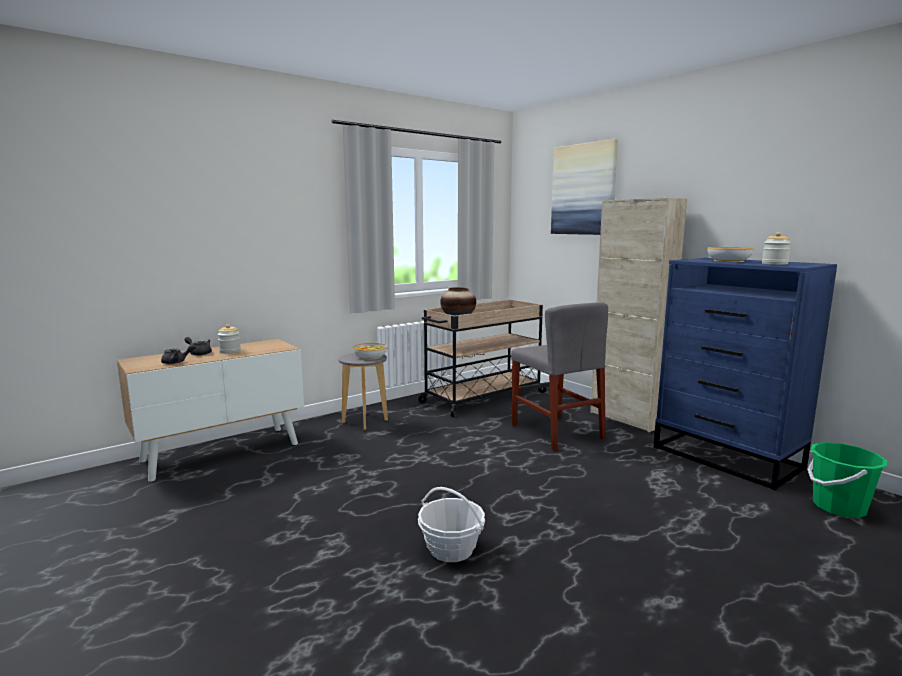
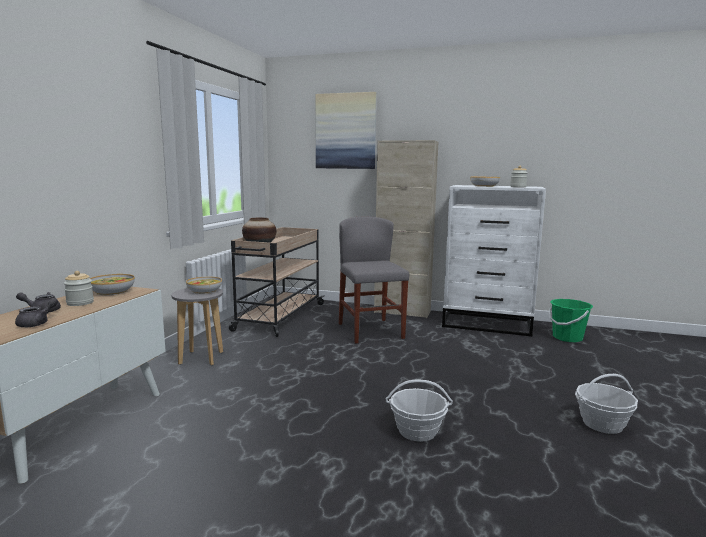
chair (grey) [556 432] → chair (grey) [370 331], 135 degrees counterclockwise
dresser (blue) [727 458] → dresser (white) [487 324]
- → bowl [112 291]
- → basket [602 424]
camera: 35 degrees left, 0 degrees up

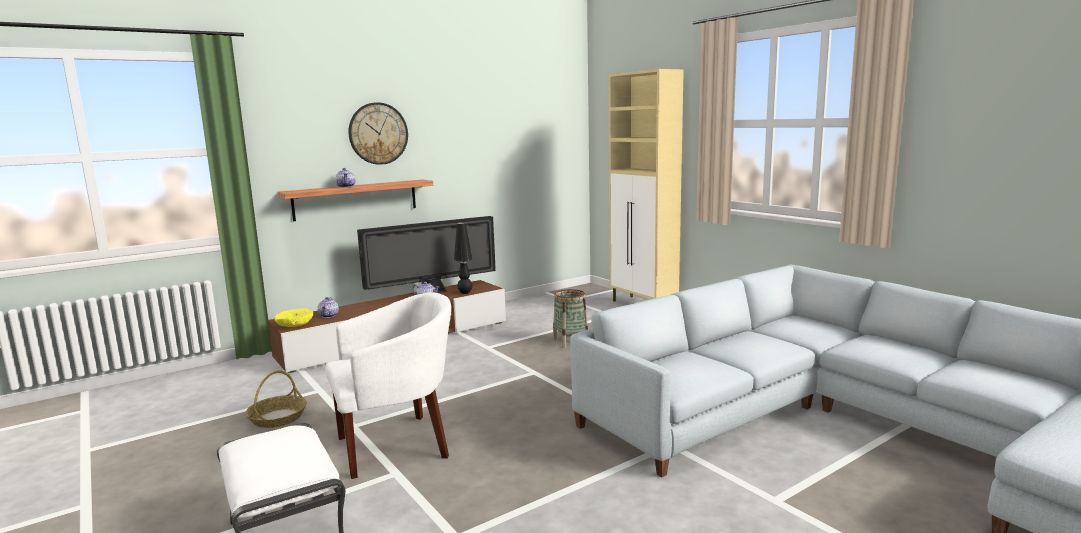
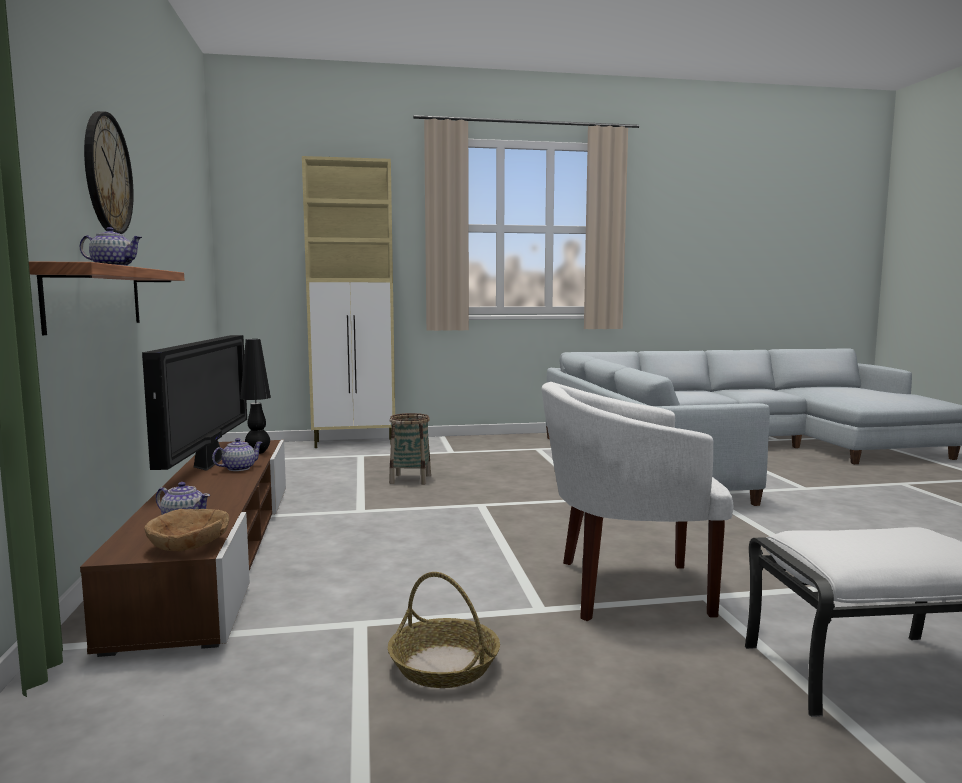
bowl (yellow) [294 325] → bowl (brown) [189 546]
armchair (white) [397 445] → armchair (white) [626 588], 90 degrees counterclockwise
camera: 65 degrees left, 5 degrees down

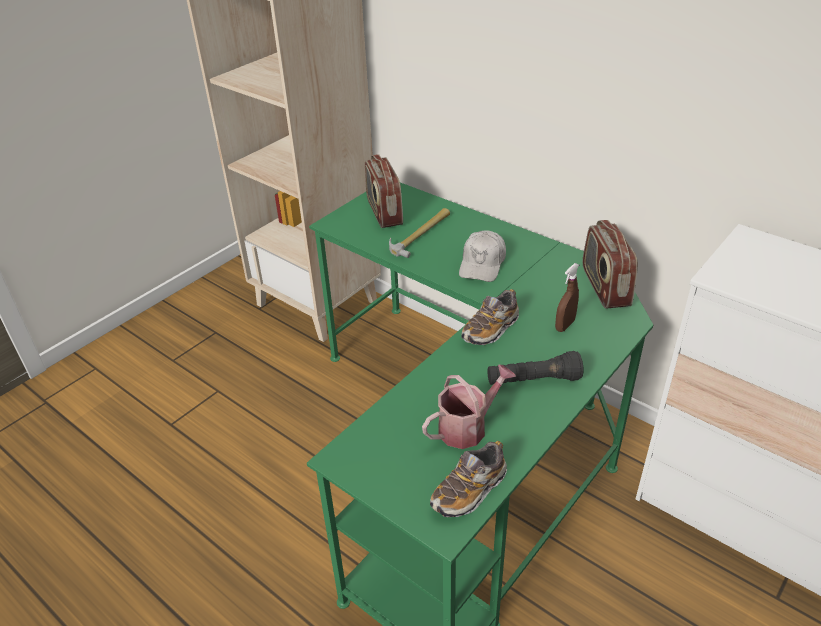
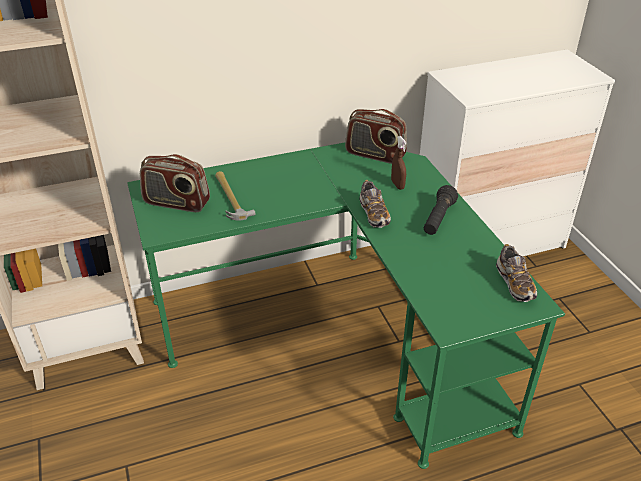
watering can [467 426] → -
cap (white) [482 264] → -
camera: 60 degrees left, 0 degrees up

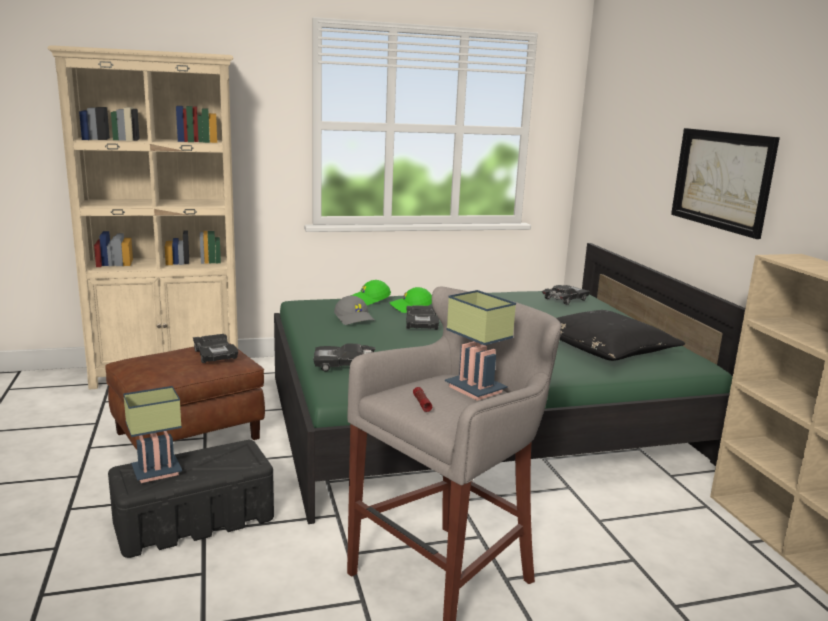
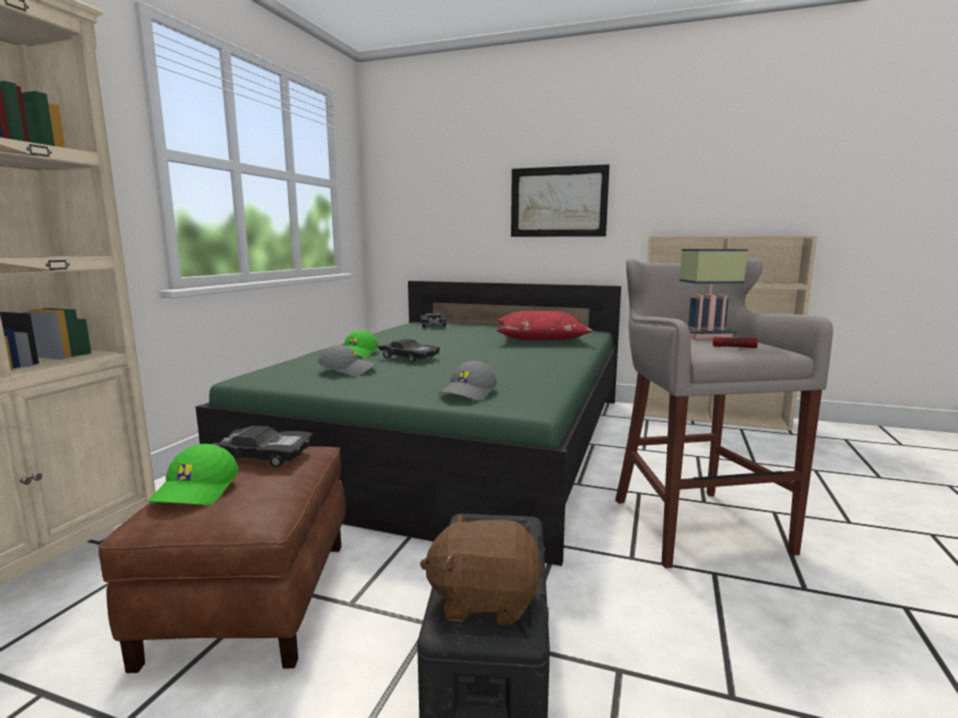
table lamp [155 473] → plush toy (brown) [484 599]
toy car (black) [344 365] → cap (grey) [469 393]
cap (green) [369 300] → cap (green) [197 491], moved
pillow (black) [605 349] → pillow (red) [541 338]
camera: 55 degrees left, 5 degrees down

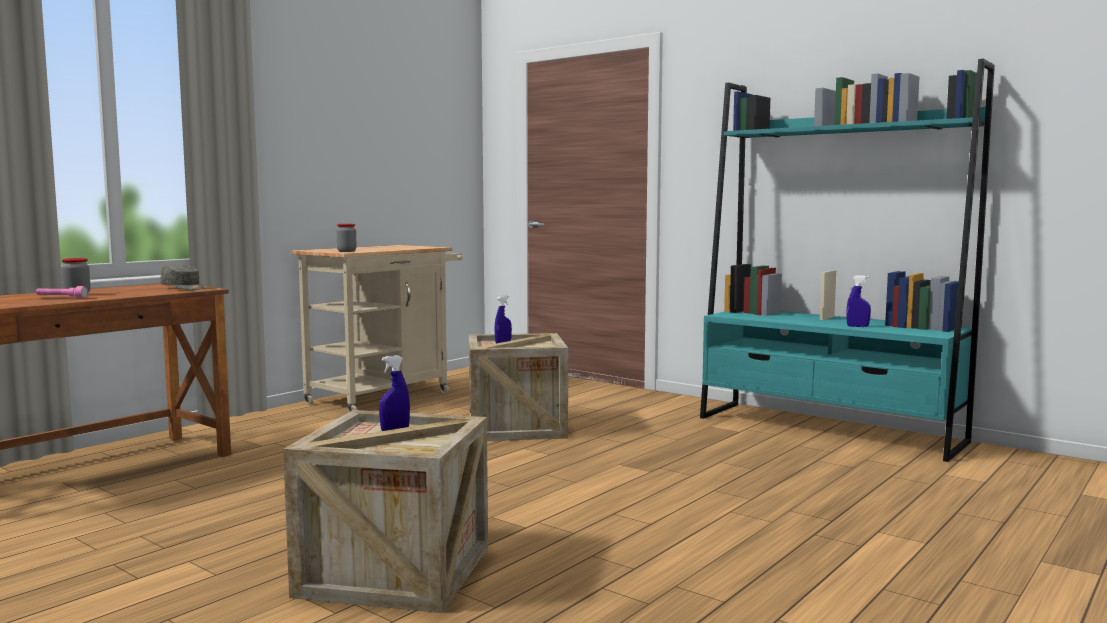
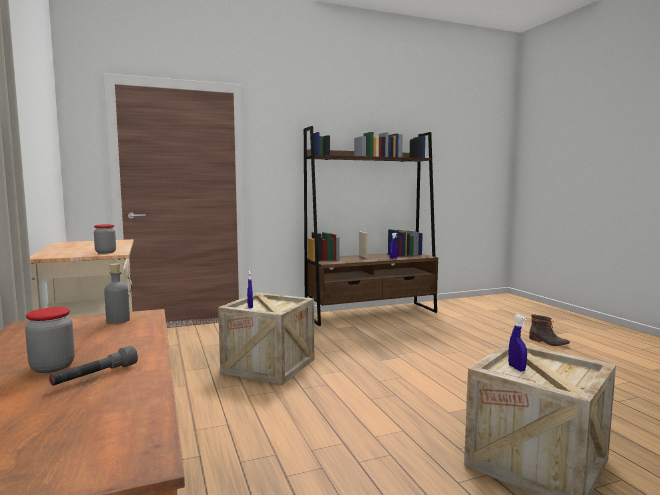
flashlight (pink) [61 298] → flashlight (grey) [95 376]
cap (grey) [184 288] → bottle (grey) [118 320]
bookcase (turquoise) [829 430] → bookcase (brown) [372 313]
- → boot [548 342]
camera: 60 degrees left, 0 degrees up

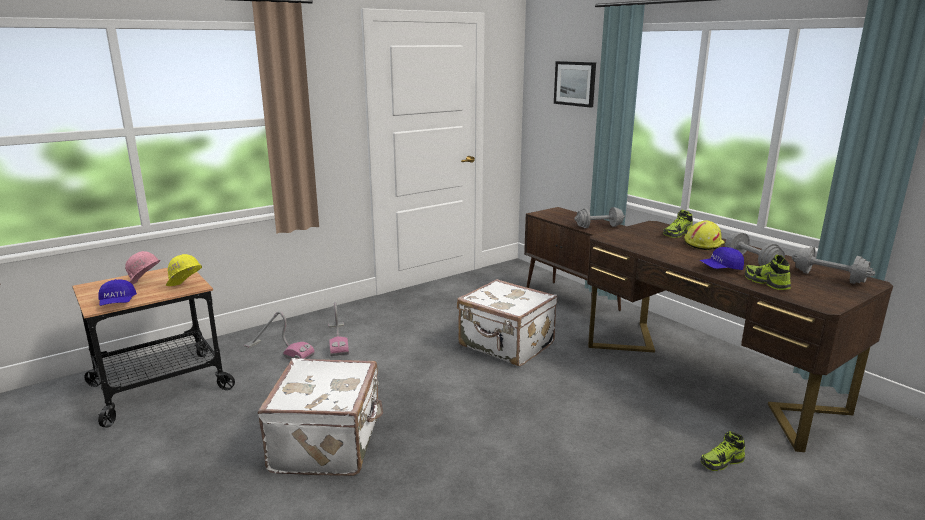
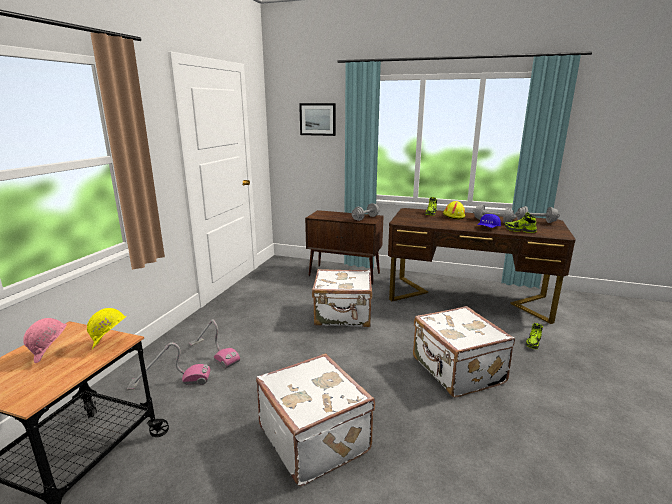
cap (blue) [118 303] → -
- → suitcase (white) [456 371]
camera: 35 degrees left, 0 degrees up

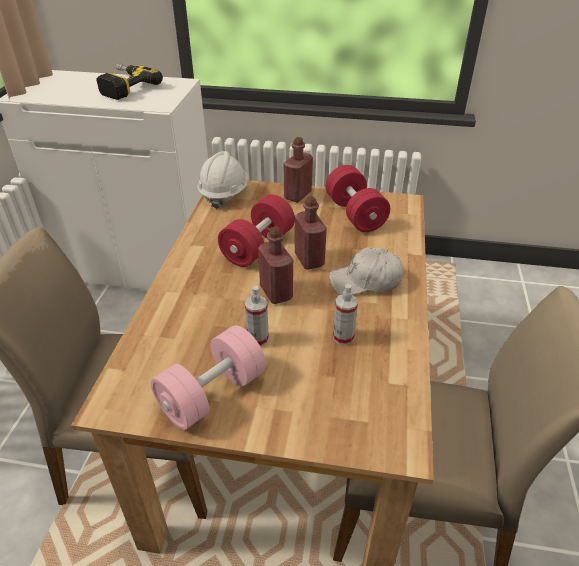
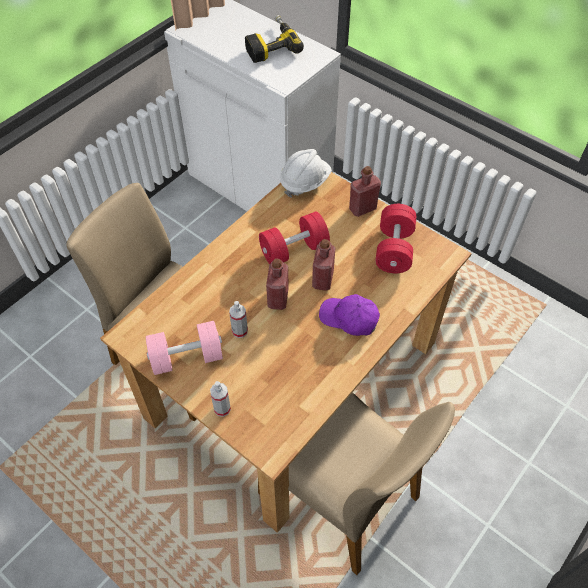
cap (white) [365 281] → cap (purple) [349 318]
spray bottle [343 337] → spray bottle [222 408], moved
camera: 30 degrees right, 15 degrees up

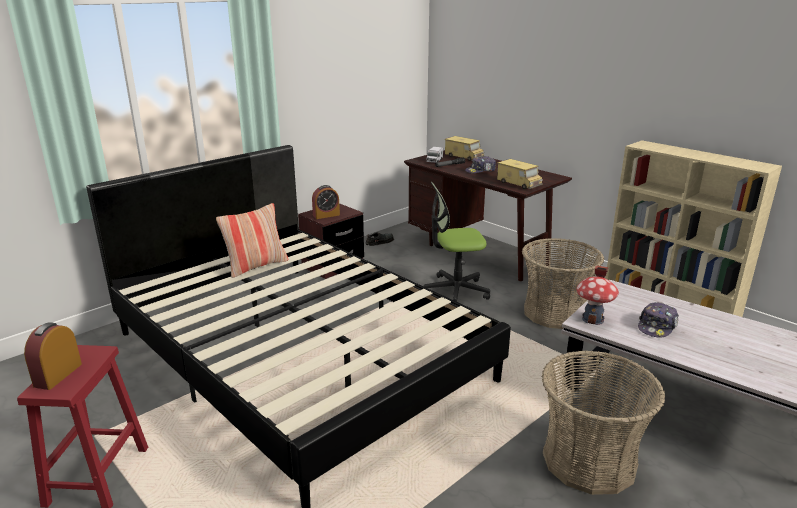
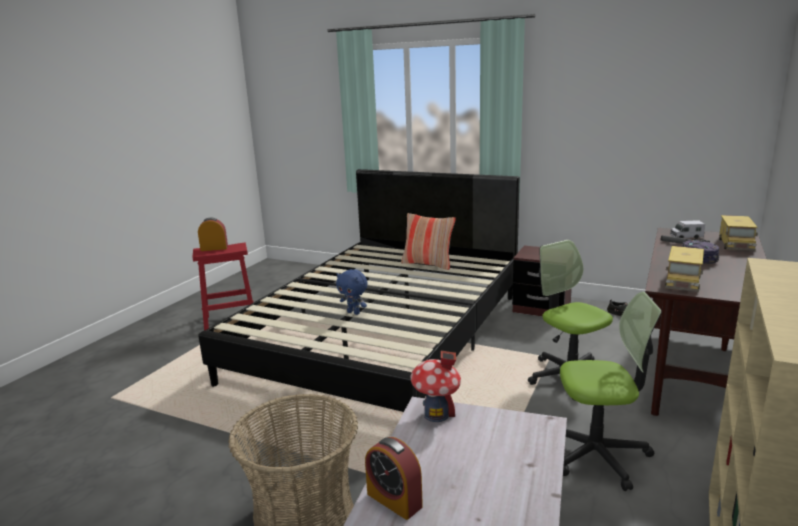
alarm clock [326 215] → alarm clock [394 500], moved
basket [555 312] → office chair [597 454]
cap [657 326] → -
- → plush toy (blue) [354 312]
camera: 70 degrees right, 5 degrees down

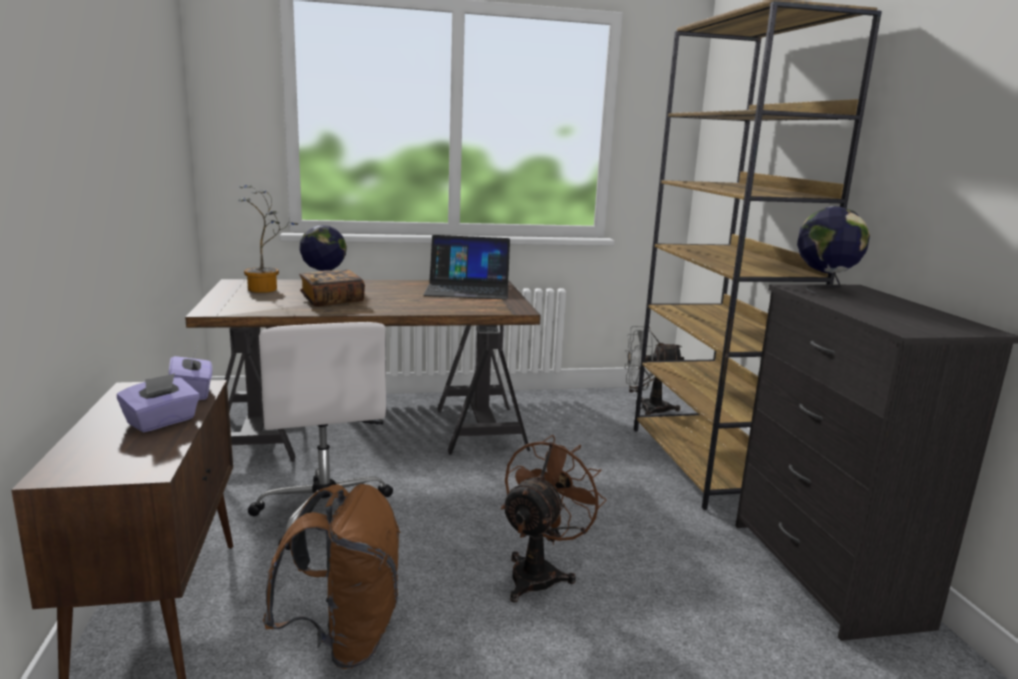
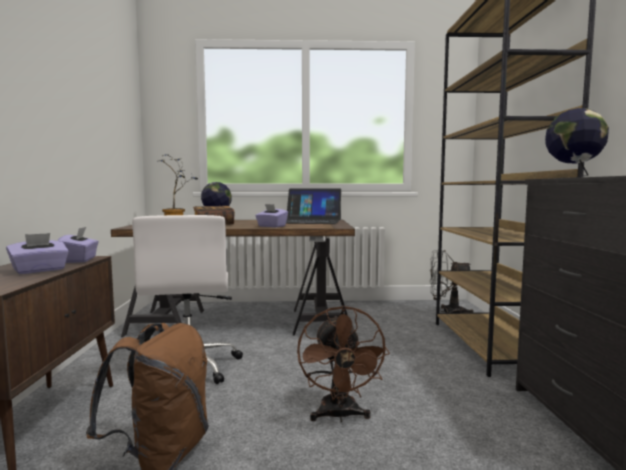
fan (brown) [540 573] → fan (brown) [339 416], 135 degrees clockwise
- → tissue box (purple) [271 226]
camera: 10 degrees right, 10 degrees down

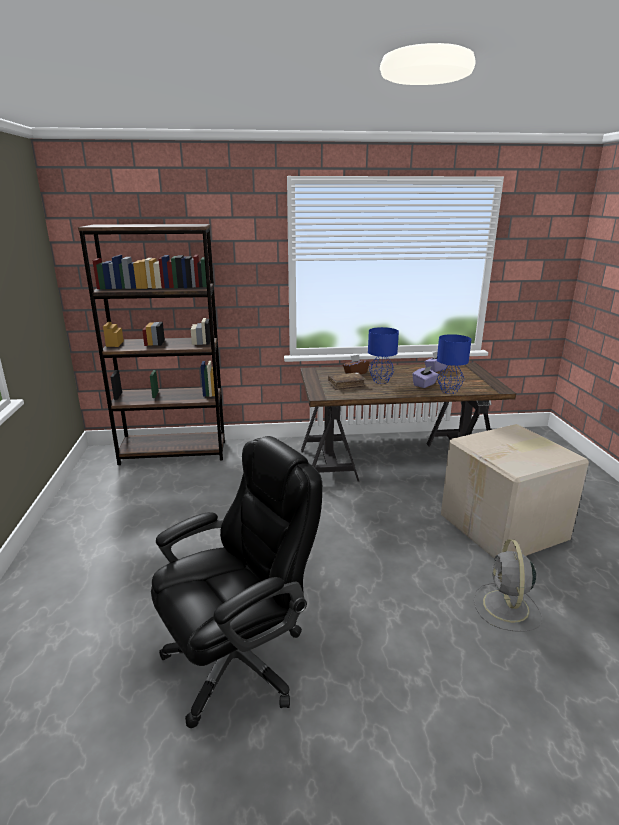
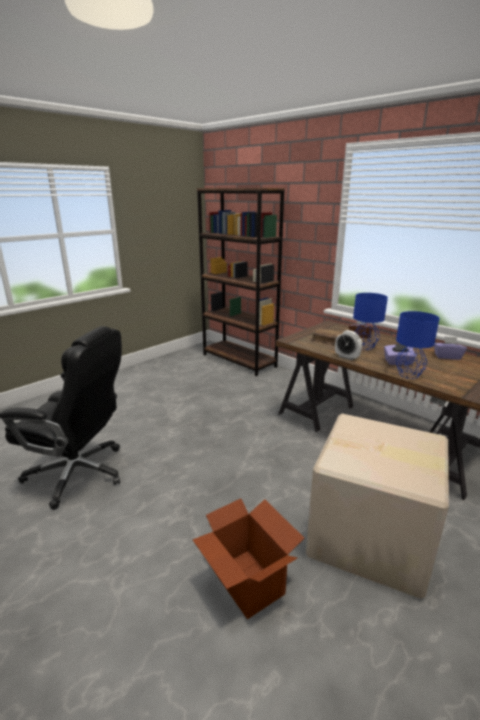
fan (grey) [506 608] → cardboard box [247 583]
- → alarm clock [347 357]
camera: 50 degrees right, 0 degrees up

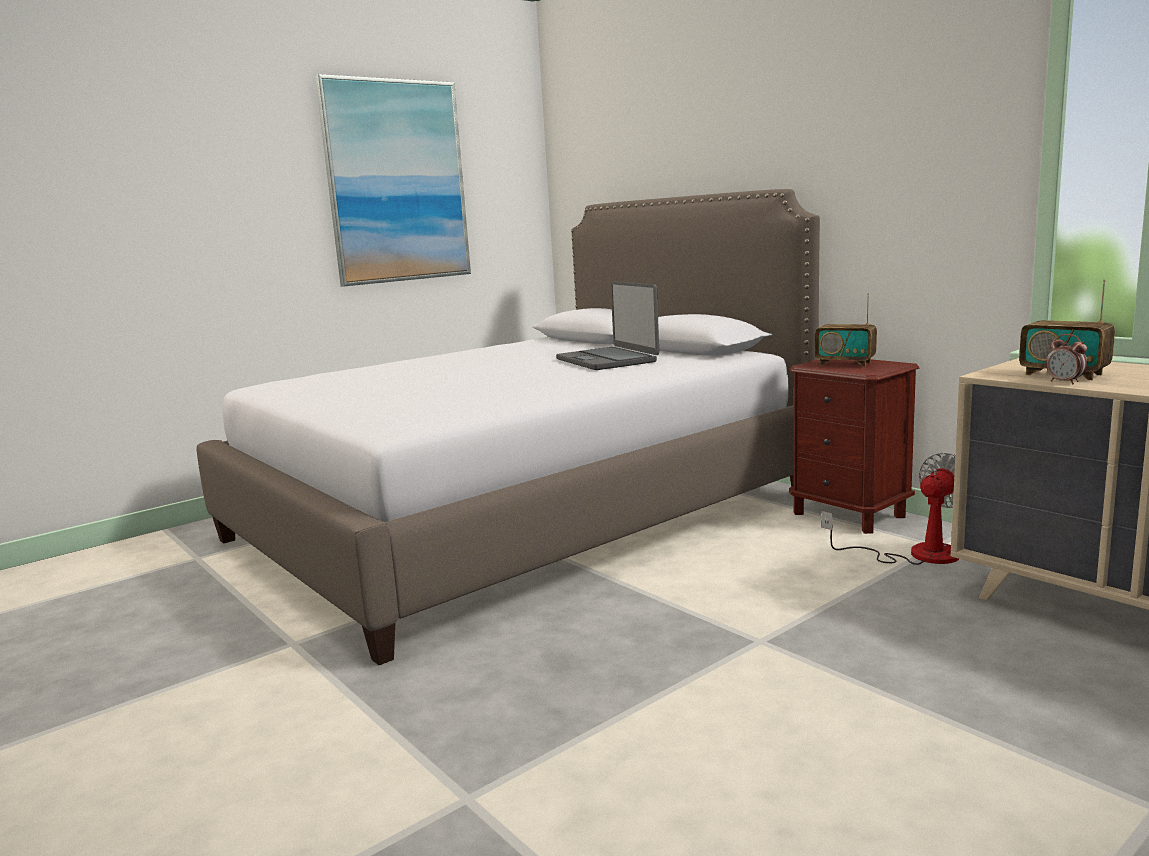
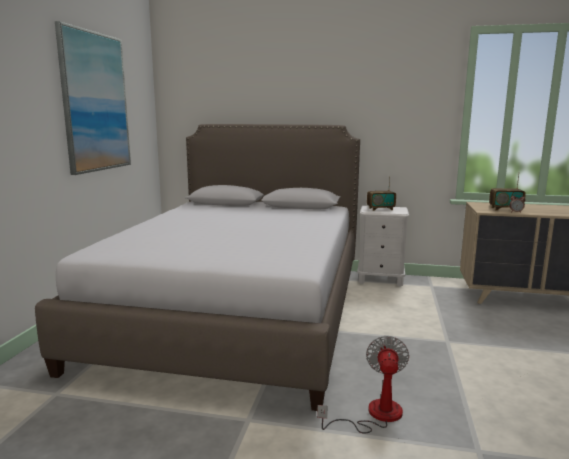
laptop [607 360] → -
nightstand (brown) [849 515] → nightstand (white) [380 279]
fan [916 554] → fan [374 415], moved
camera: 40 degrees left, 0 degrees up

